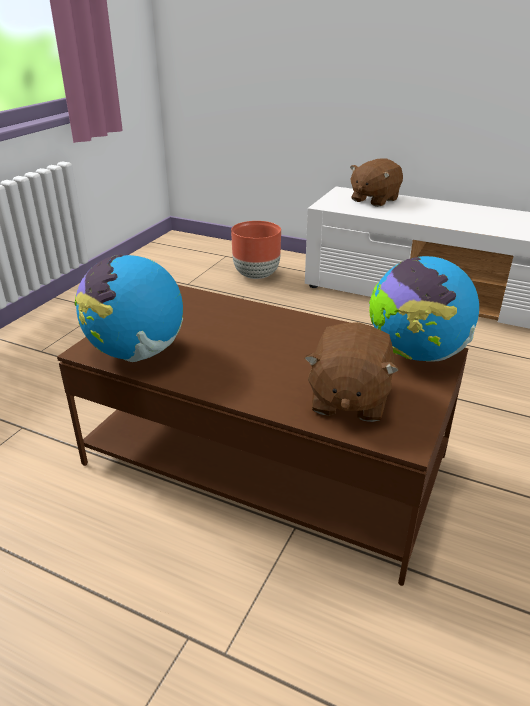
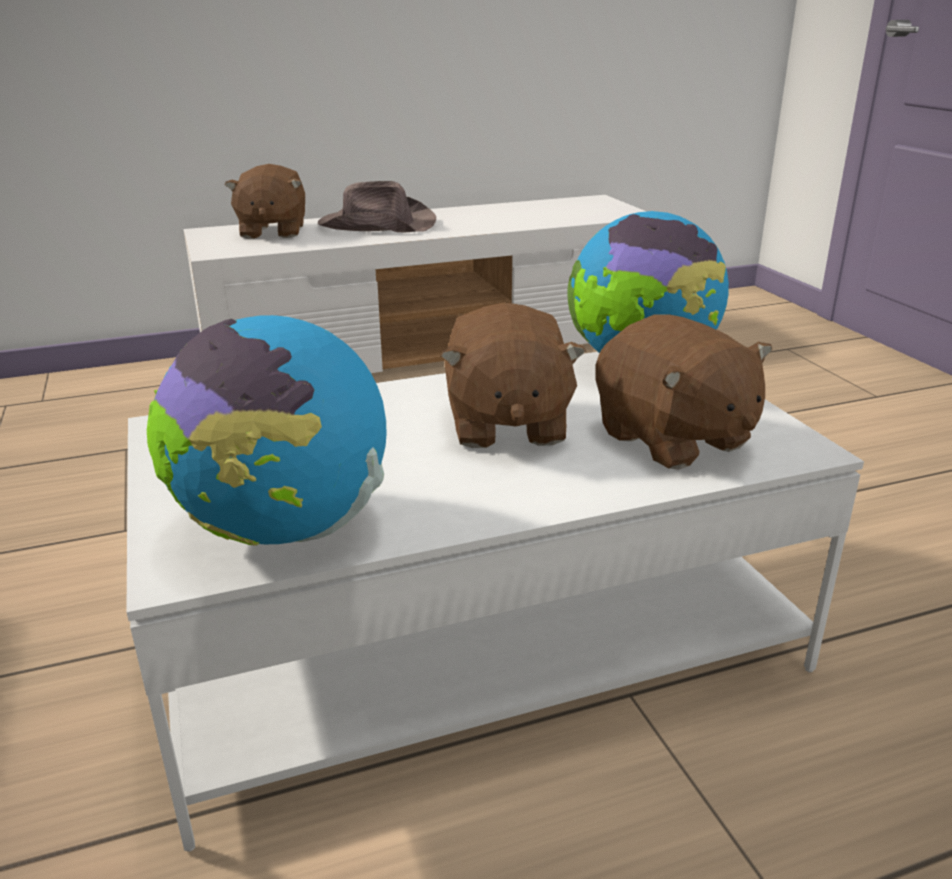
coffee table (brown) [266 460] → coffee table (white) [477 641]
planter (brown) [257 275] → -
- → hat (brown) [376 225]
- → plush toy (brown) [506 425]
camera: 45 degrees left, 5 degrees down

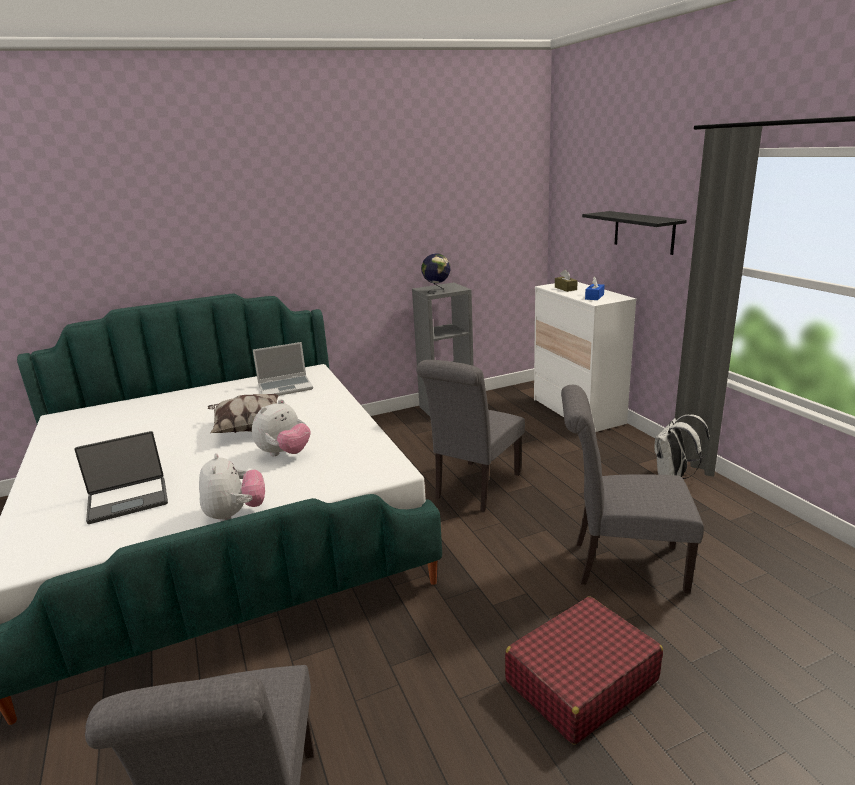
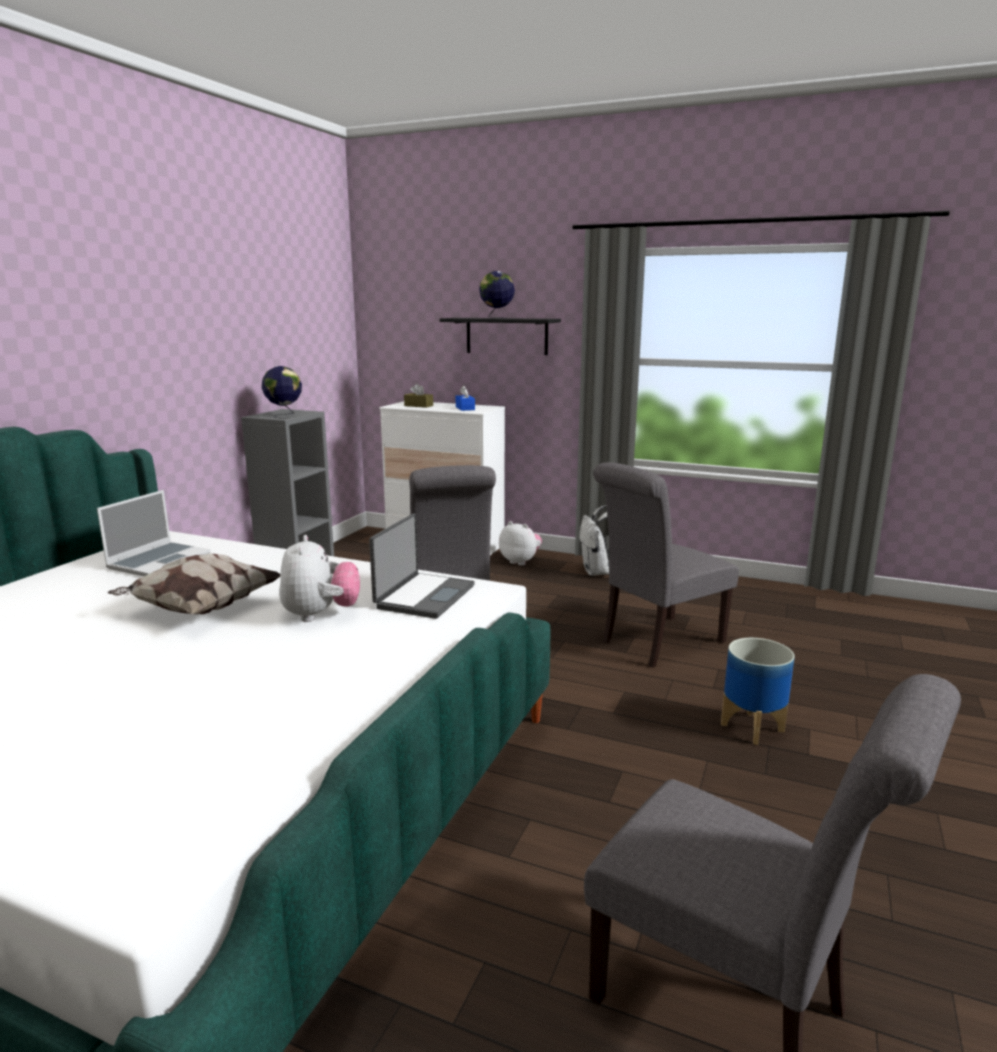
laptop [128 500] → laptop [423 596], moved
plush toy [235 514] → plush toy [520 561], moved
suitcase (red) [580 681] → planter [753 728]
- → globe [496 318]
camera: 45 degrees left, 5 degrees down

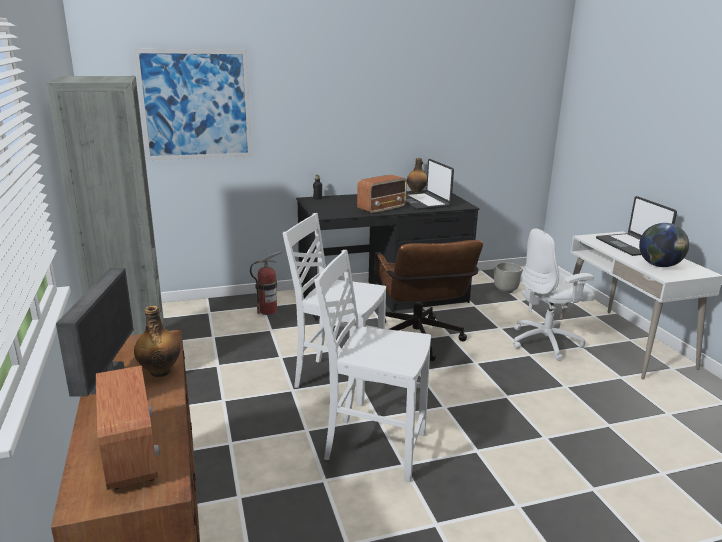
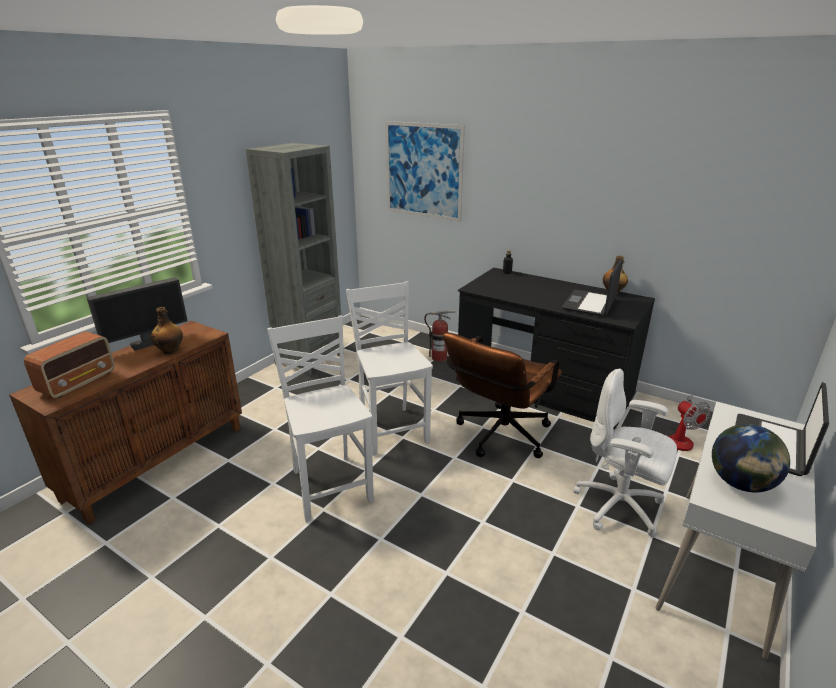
radio [382 209] → -
planter (grey) [505 290] → fan [681 438]
camera: 50 degrees right, 5 degrees up

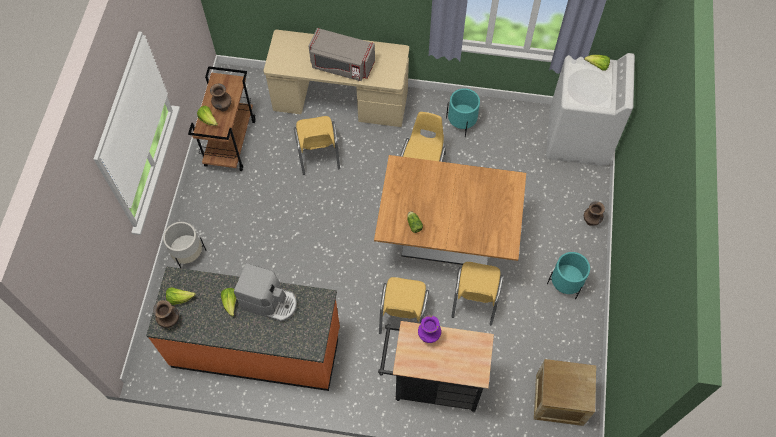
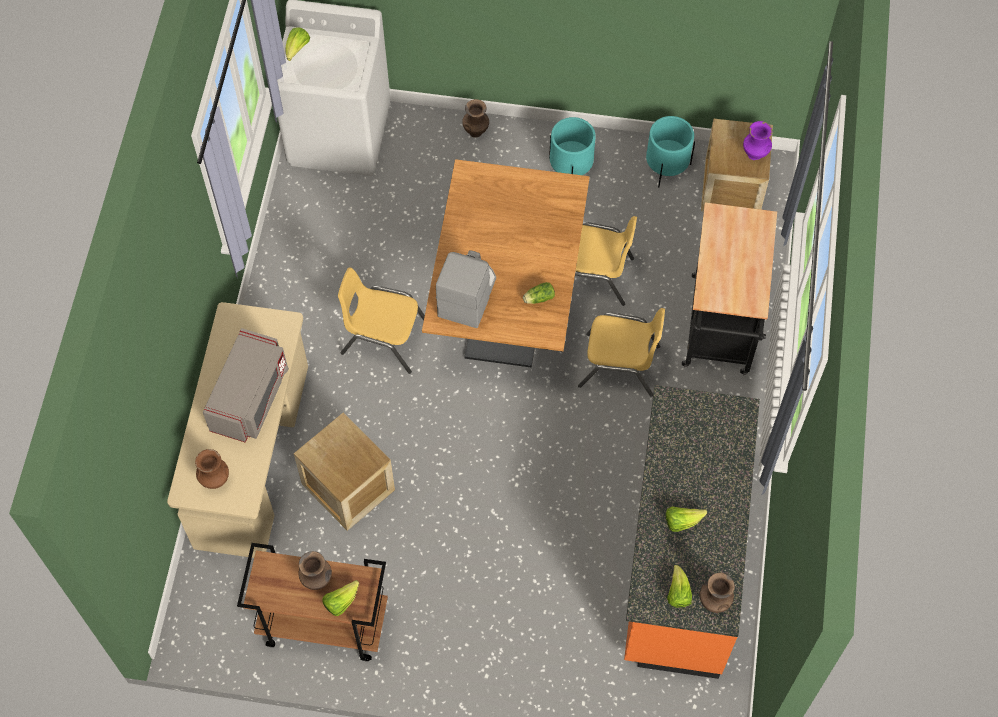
planter (white) [188 254] → -
coffee machine [269 302] → coffee machine [467 295], moved
chair (yellow) [317 152] → crate [348 487]
vase (purple) [428 336] → vase (purple) [755 155], moved
planter (turquoise) [461 123] → planter (turquoise) [666 167], moved
- → vase (brown) [215 481]
camera: 90 degrees left, 0 degrees up

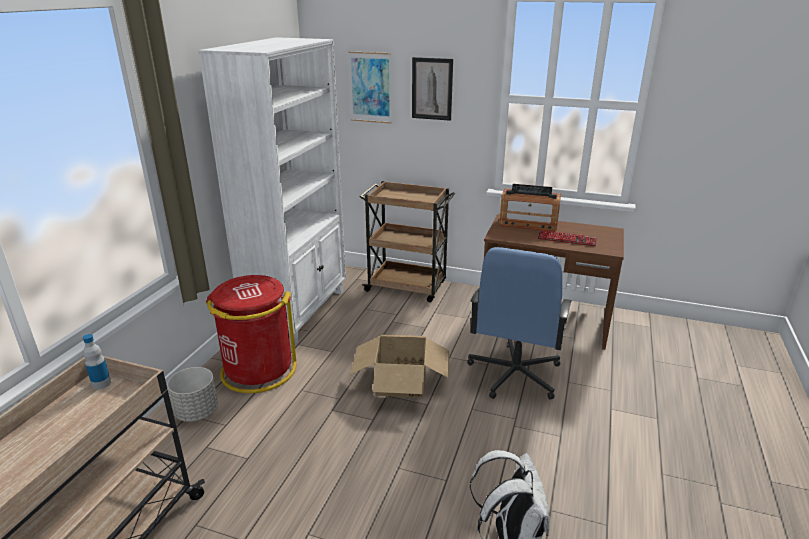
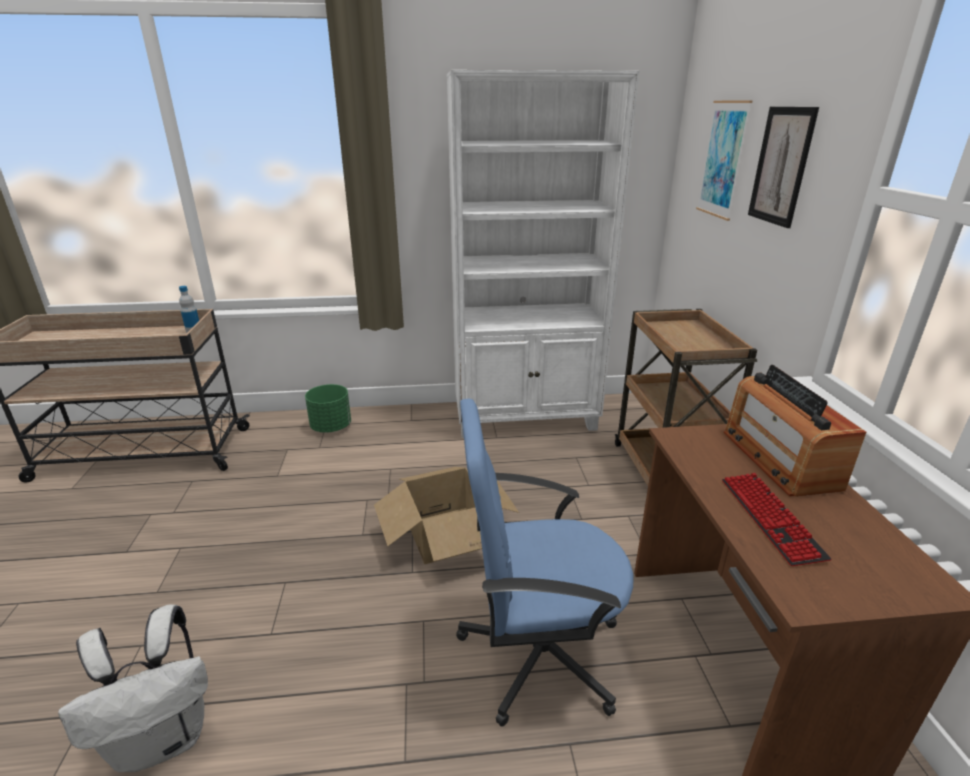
planter (grey) [197 412] → planter (green) [331 427]
trash can (red) [258 370] → -
camera: 65 degrees right, 0 degrees up

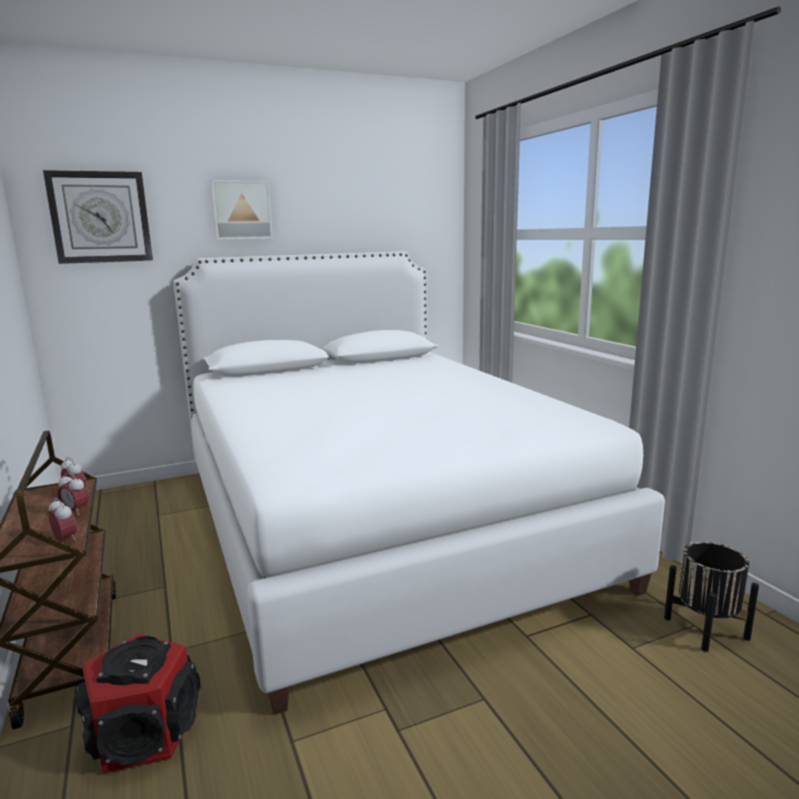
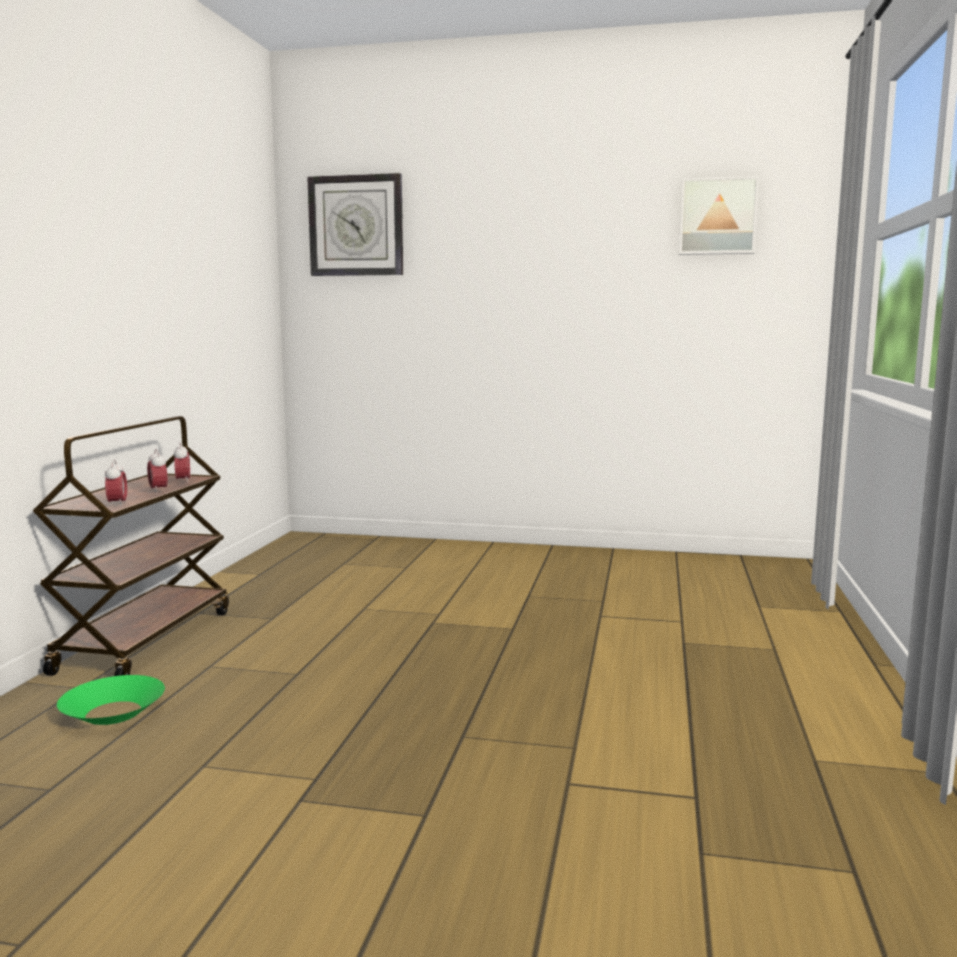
speaker [143 733] → bowl (green) [113 712]
bed (white) [376 522] → -
picture [241 210] → picture [717 216], moved
planter (black) [705 628] → -
camera: 35 degrees right, 5 degrees down

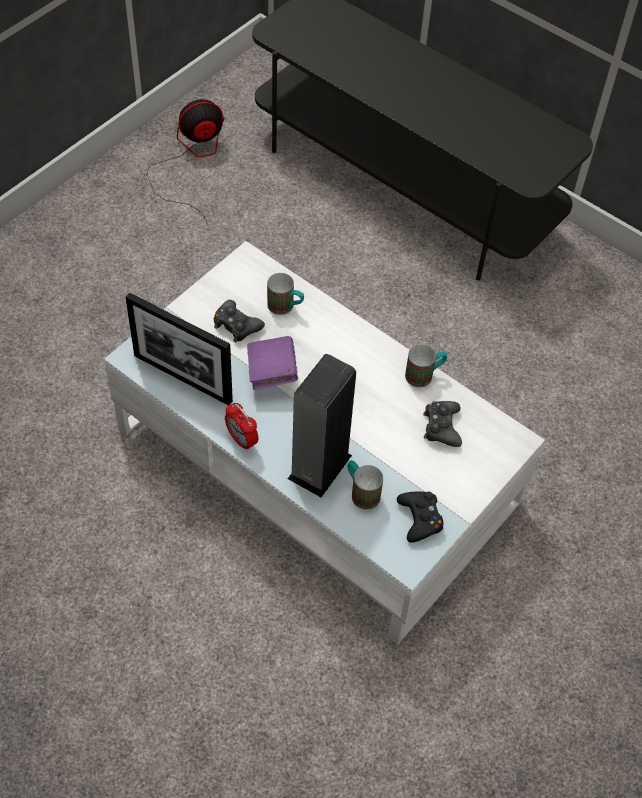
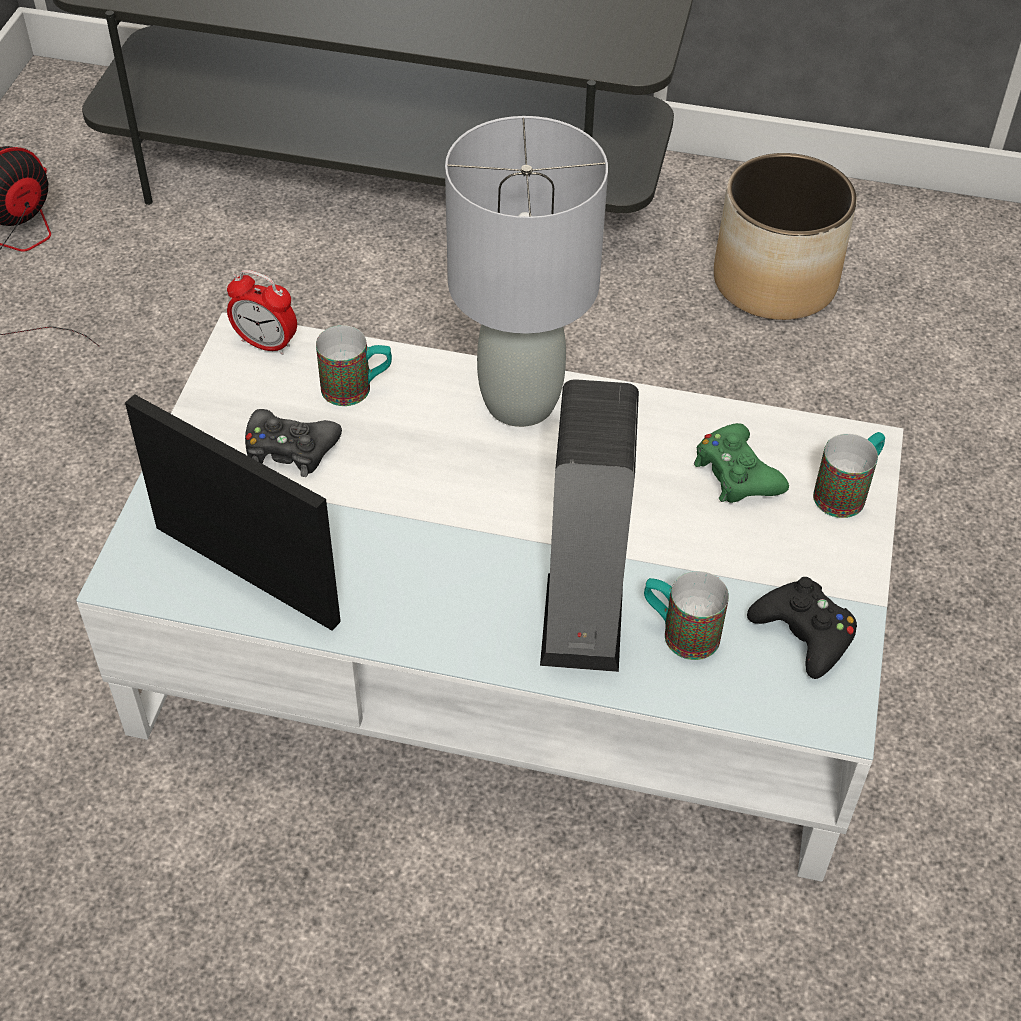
picture frame [182 378] → picture frame [246 574], 150 degrees counterclockwise
alarm clock [241 440] → alarm clock [266 344], moved
book (purple) [271 373] → -
mug [424 375] → mug [847 492], moved
game controller (black) [441 427] → game controller (green) [736 474]
- → table lamp (grey) [521 401]
- → planter [775 282]
camera: 25 degrees left, 5 degrees down

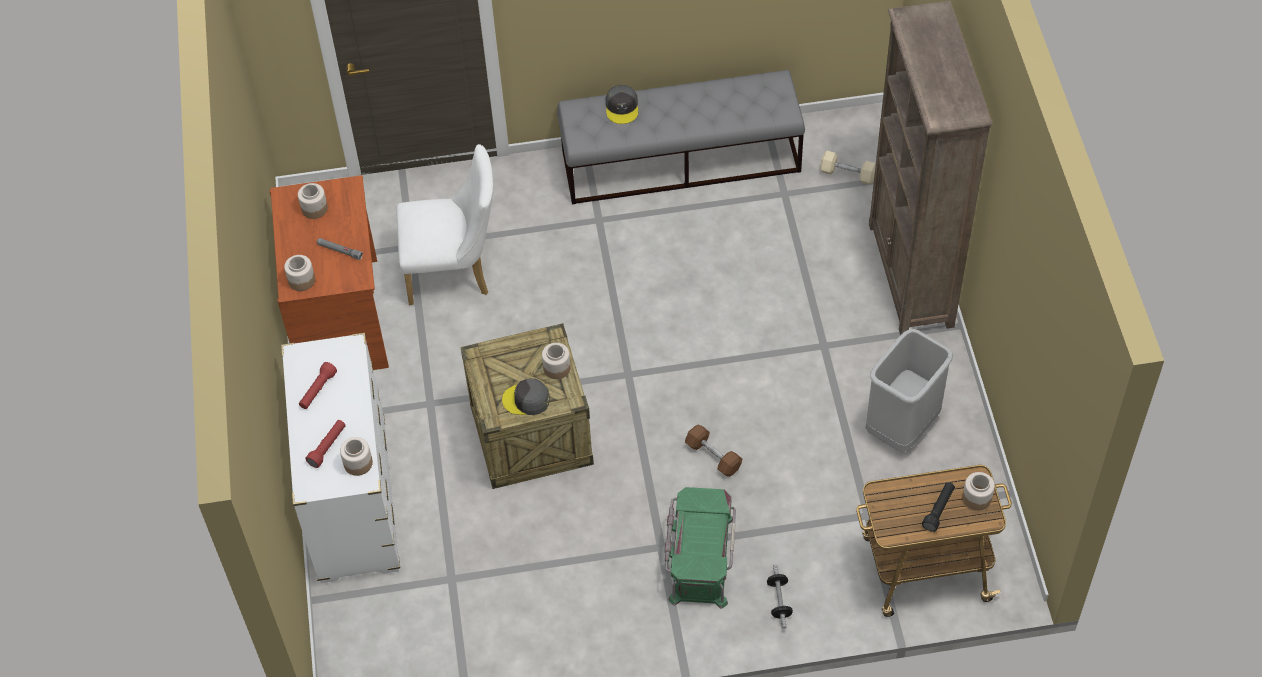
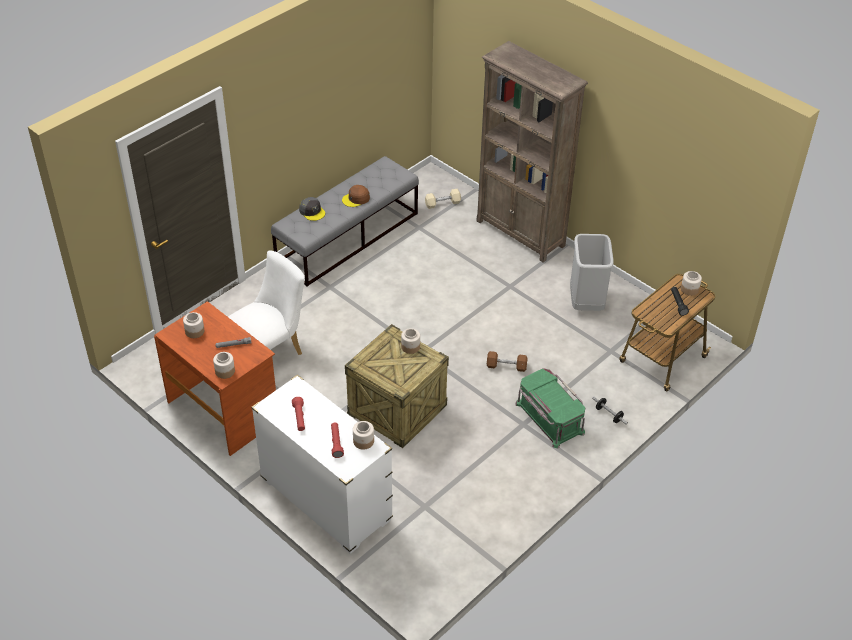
cap (grey) [526 400] → -
- → cap (brown) [356 199]
camera: 40 degrees left, 10 degrees down

